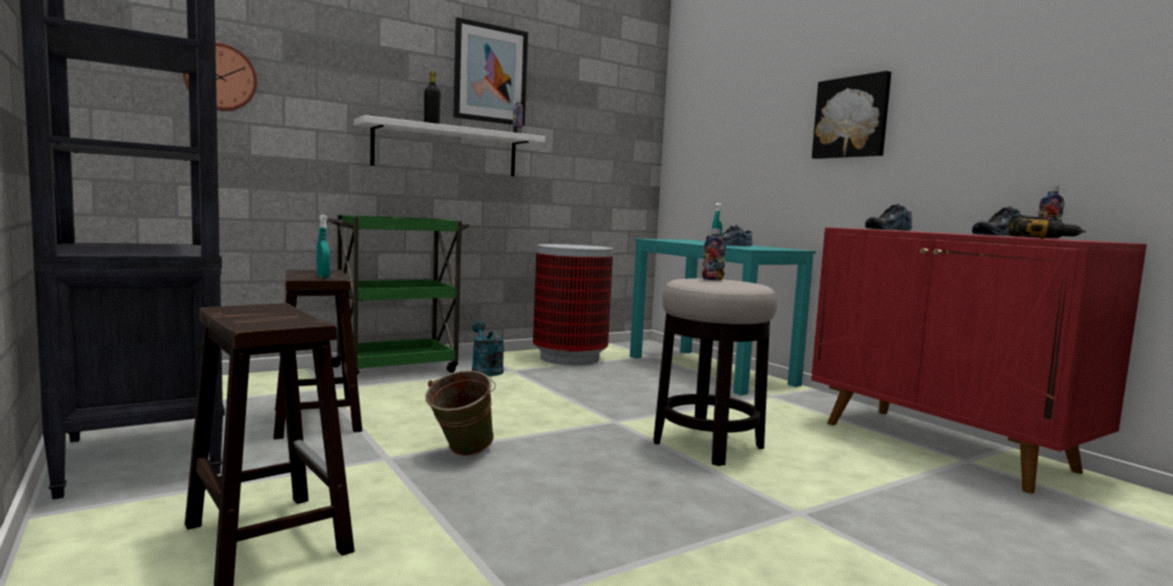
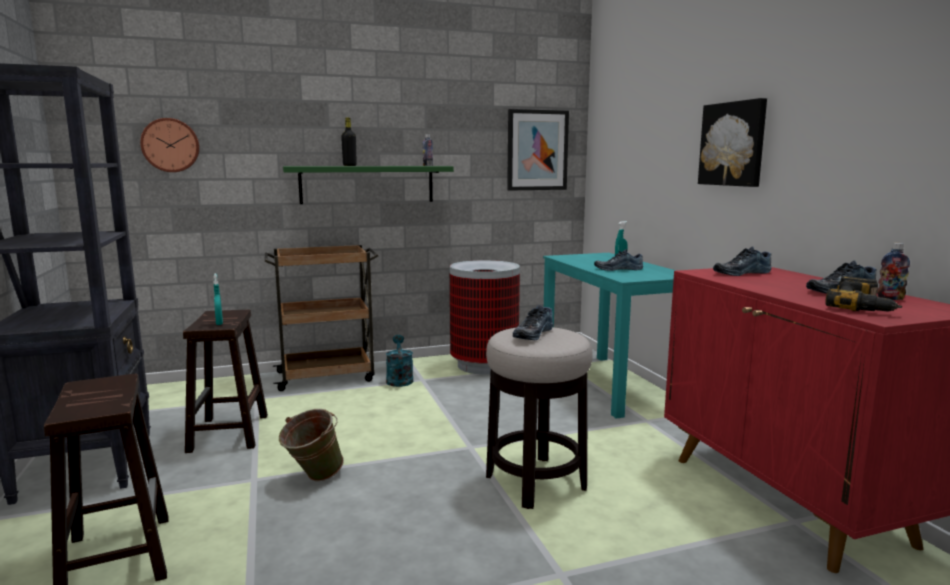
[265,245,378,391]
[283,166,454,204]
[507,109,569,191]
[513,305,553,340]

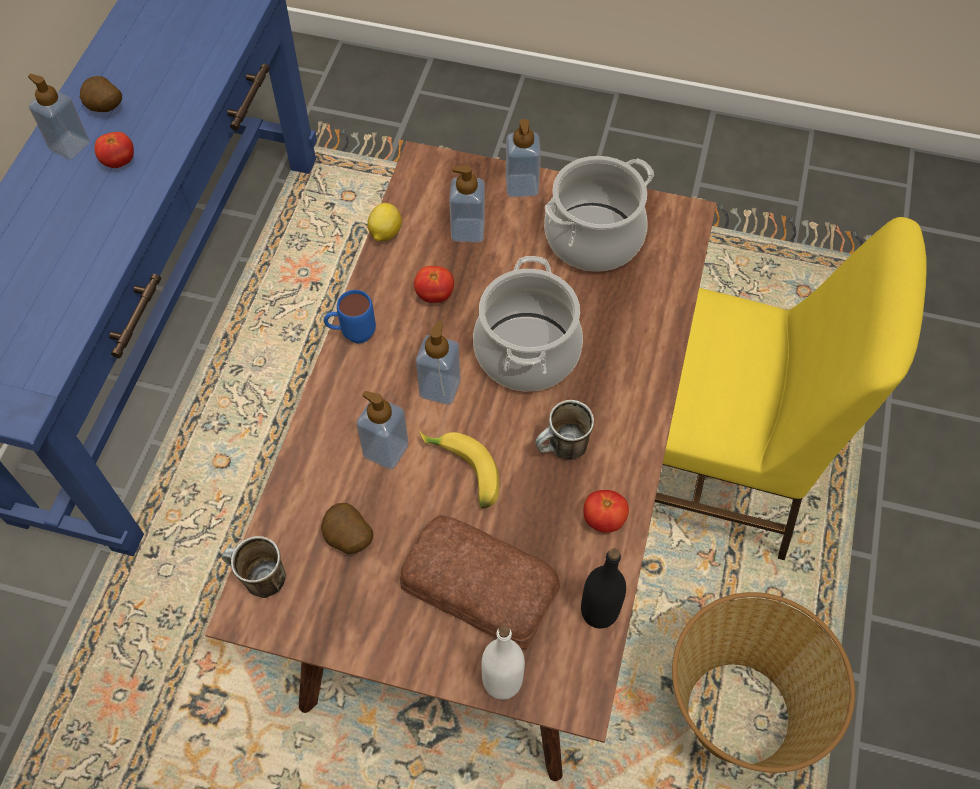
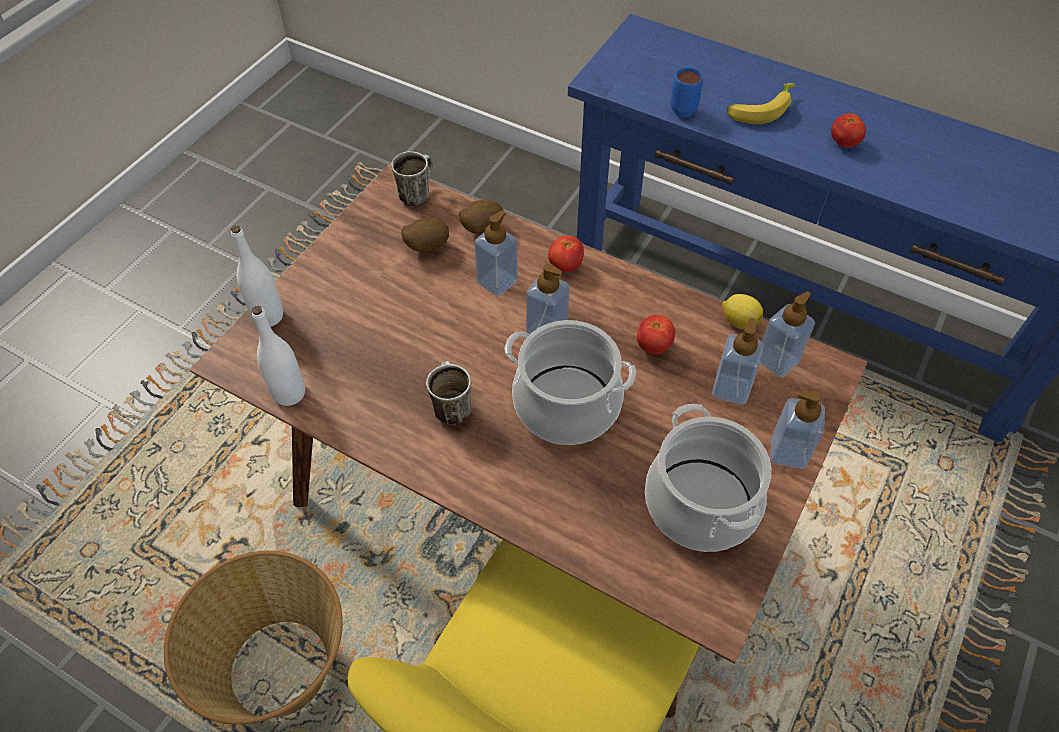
[760,291,815,377]
[459,200,504,234]
[670,68,703,117]
[400,515,560,650] (first image)
[727,83,795,124]
[252,306,305,406]
[548,236,584,272]

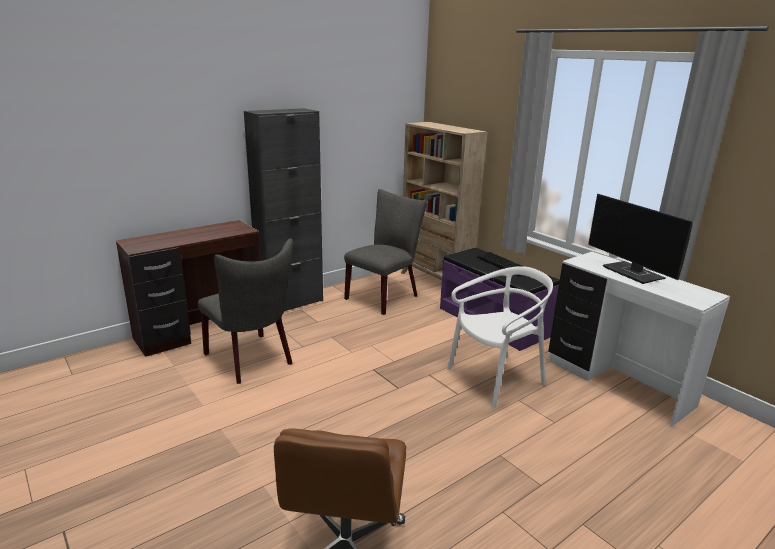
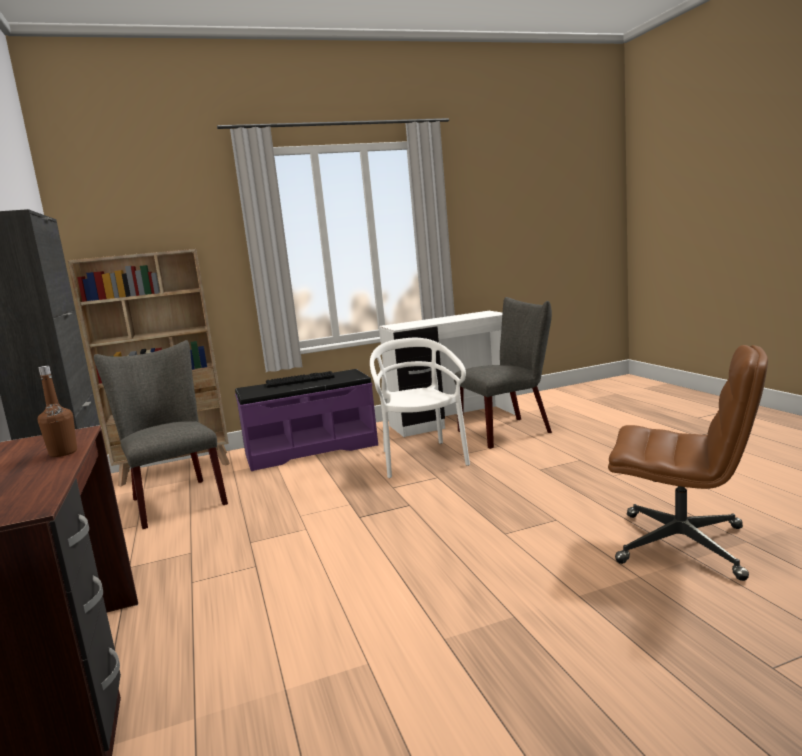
[454,297,552,449]
[588,194,693,284] (first image)
[38,366,77,457]

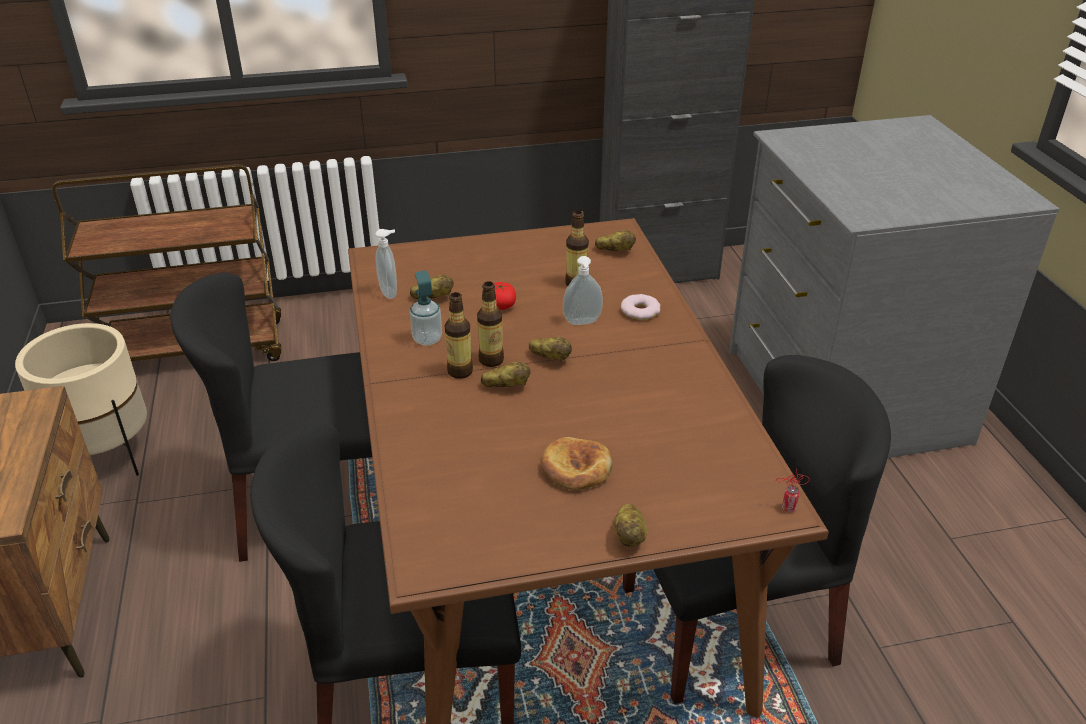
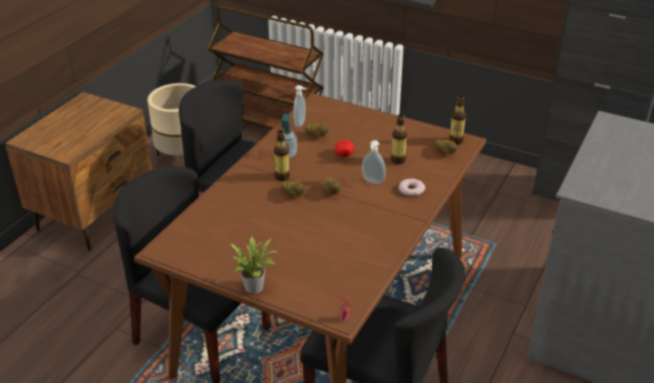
[449,96,466,145]
[540,437,613,490] (first image)
[231,236,278,294]

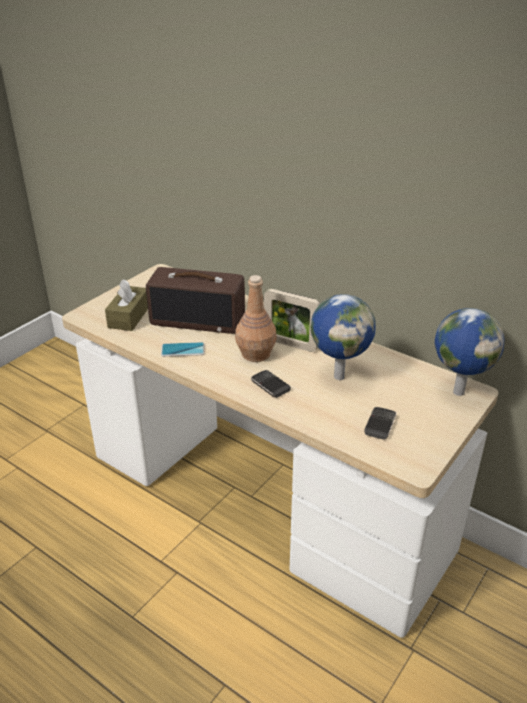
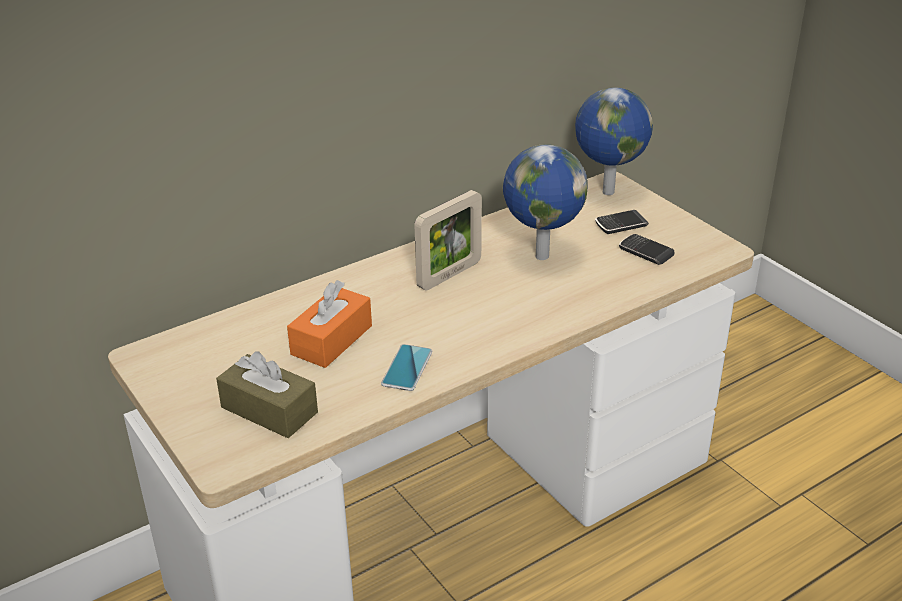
[287,280,372,368]
[235,275,277,362] (first image)
[595,210,649,234]

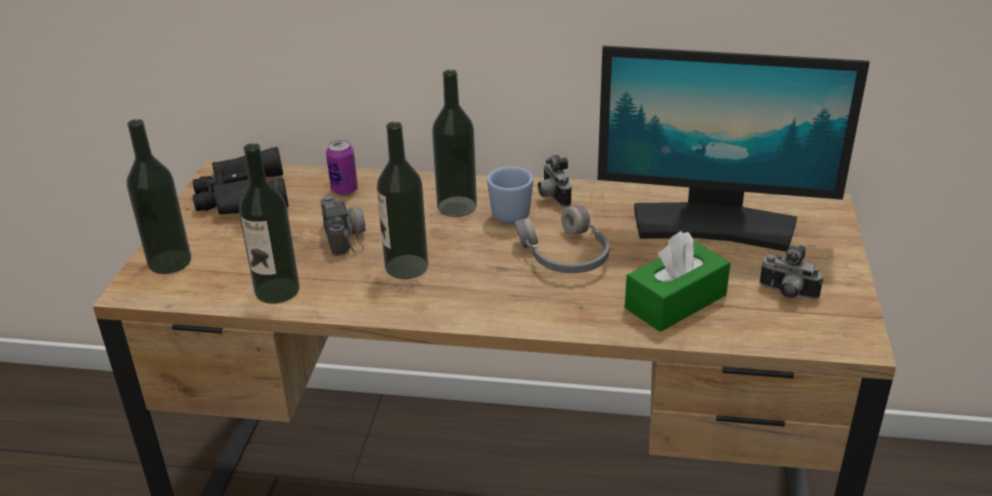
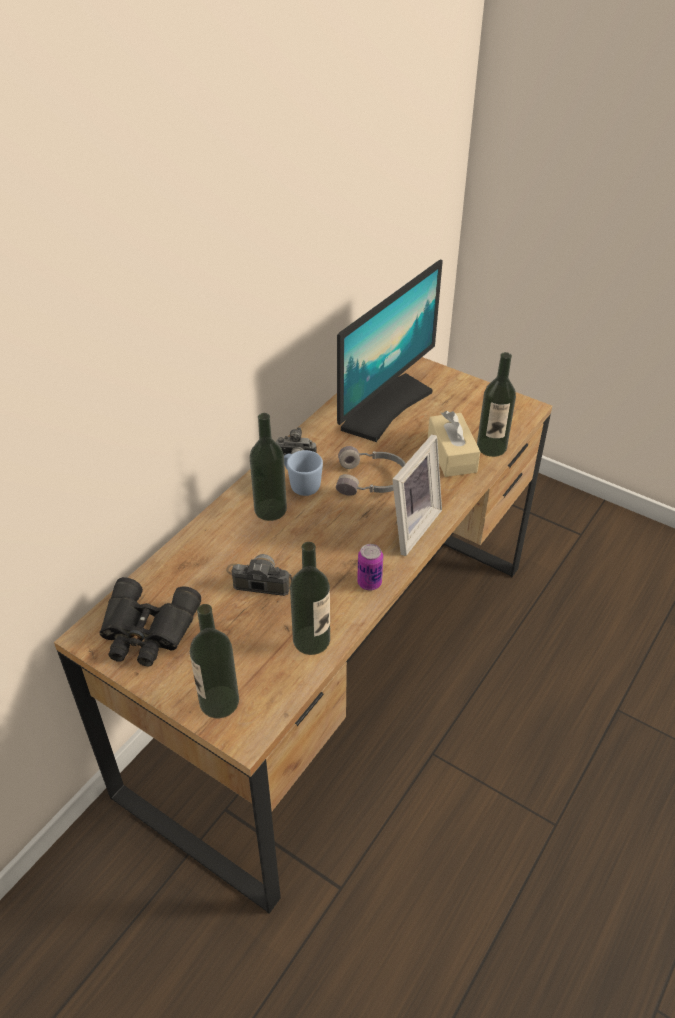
[357,544,383,591]
[477,352,516,457]
[428,411,480,477]
[760,245,823,299] (first image)
[392,434,442,556]

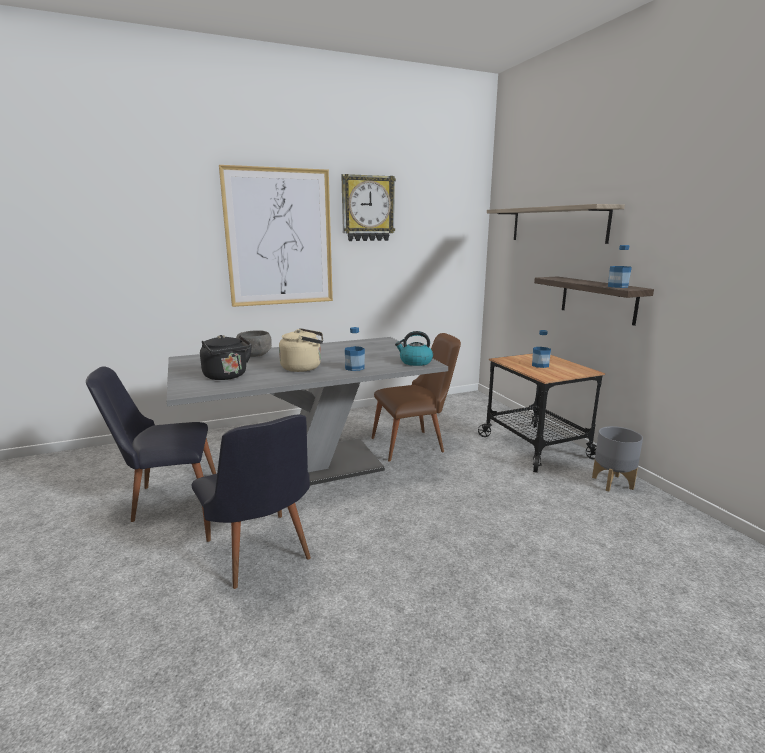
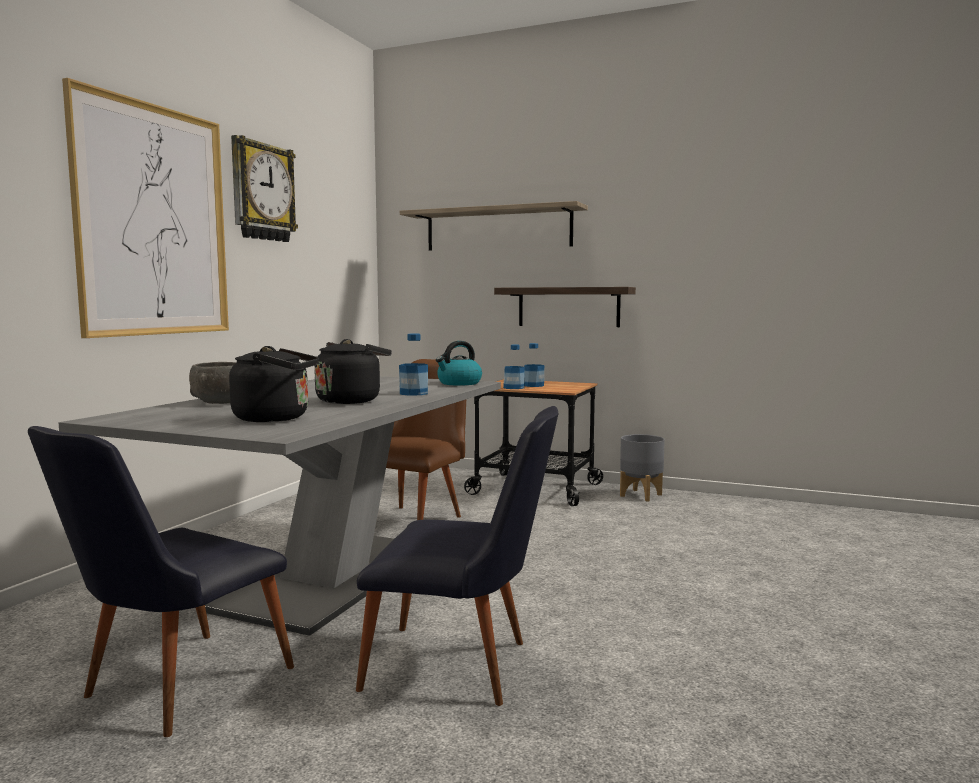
[314,339,392,404]
[503,344,524,389]

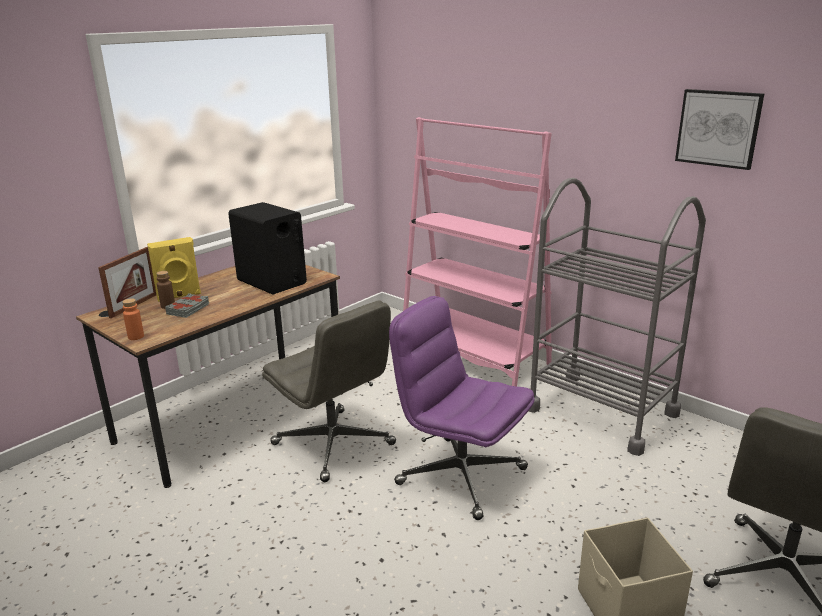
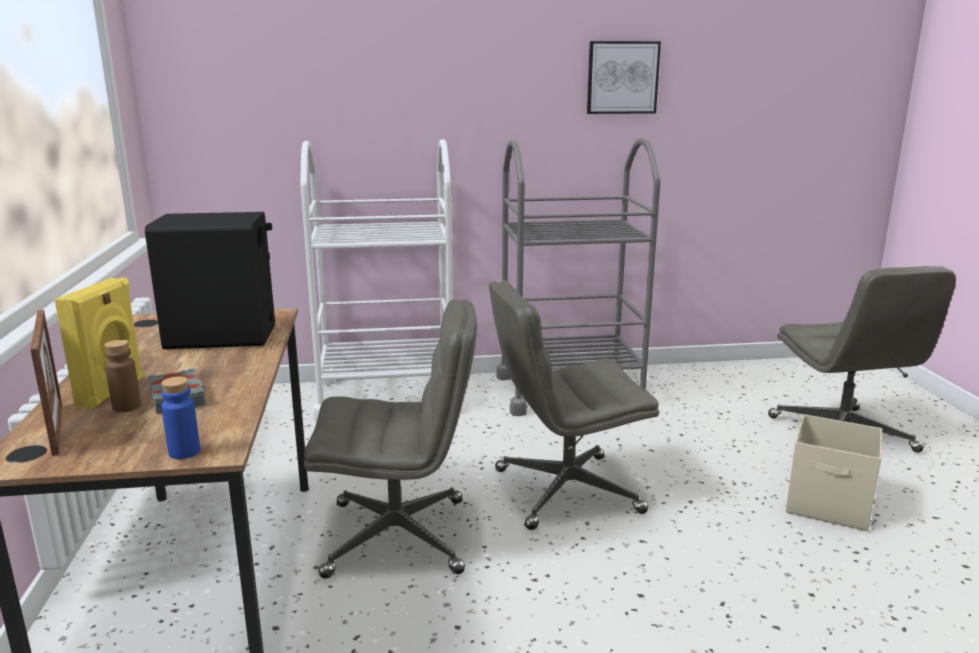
[161,376,200,459]
[489,280,659,530]
[300,139,453,422]

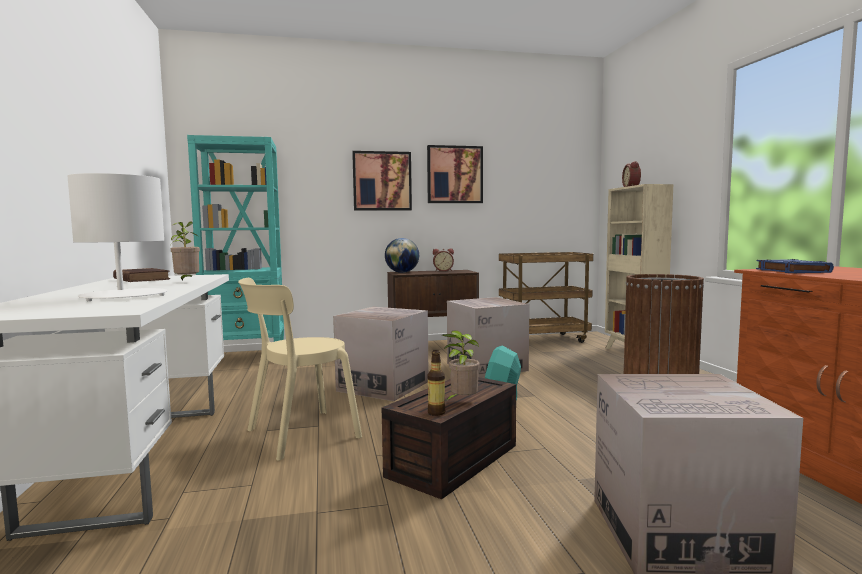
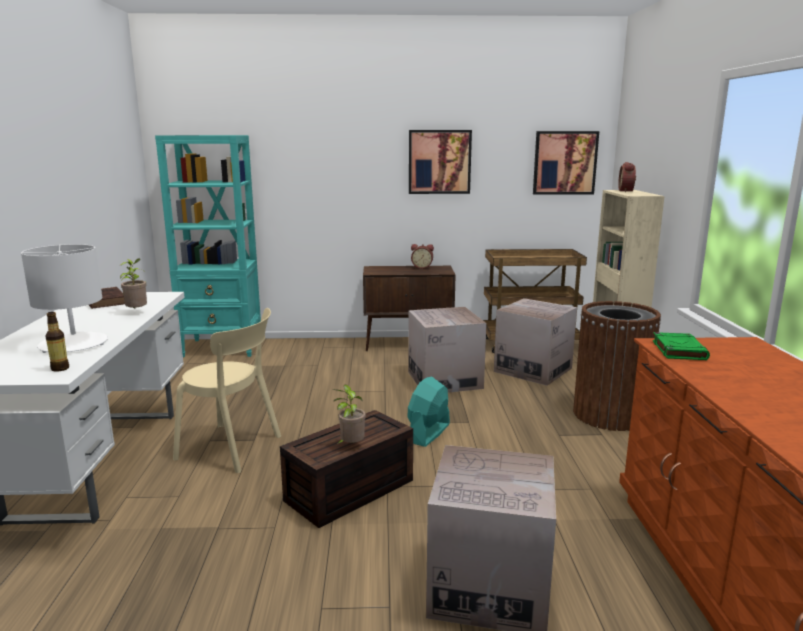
[173,308,281,473]
[494,298,577,386]
[533,131,599,195]
[385,238,419,273] (first image)
[45,312,69,372]
[653,332,710,360]

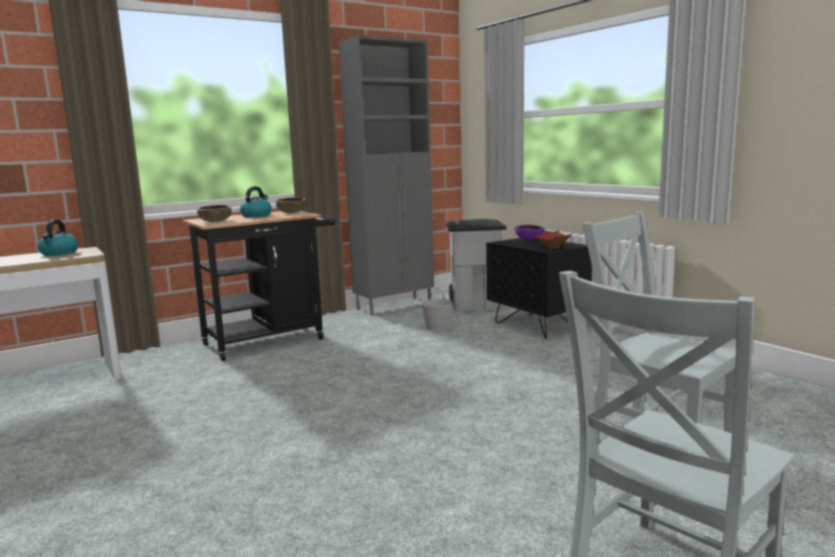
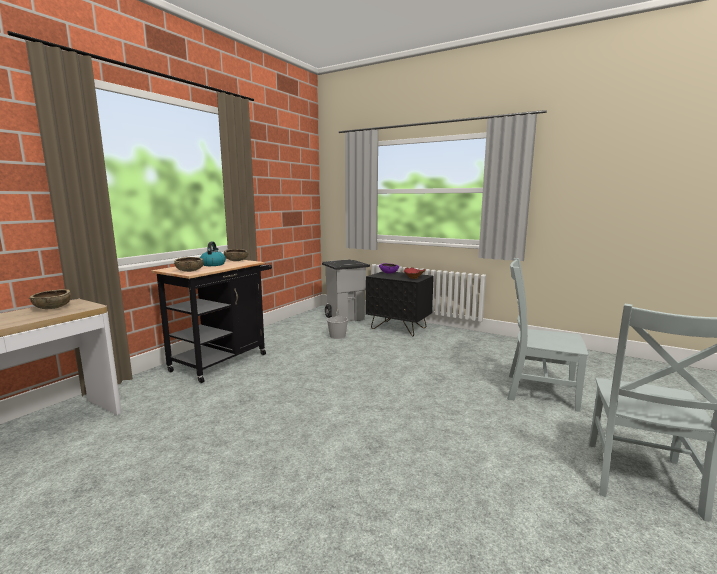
[29,289,71,309]
[339,35,434,316] (first image)

